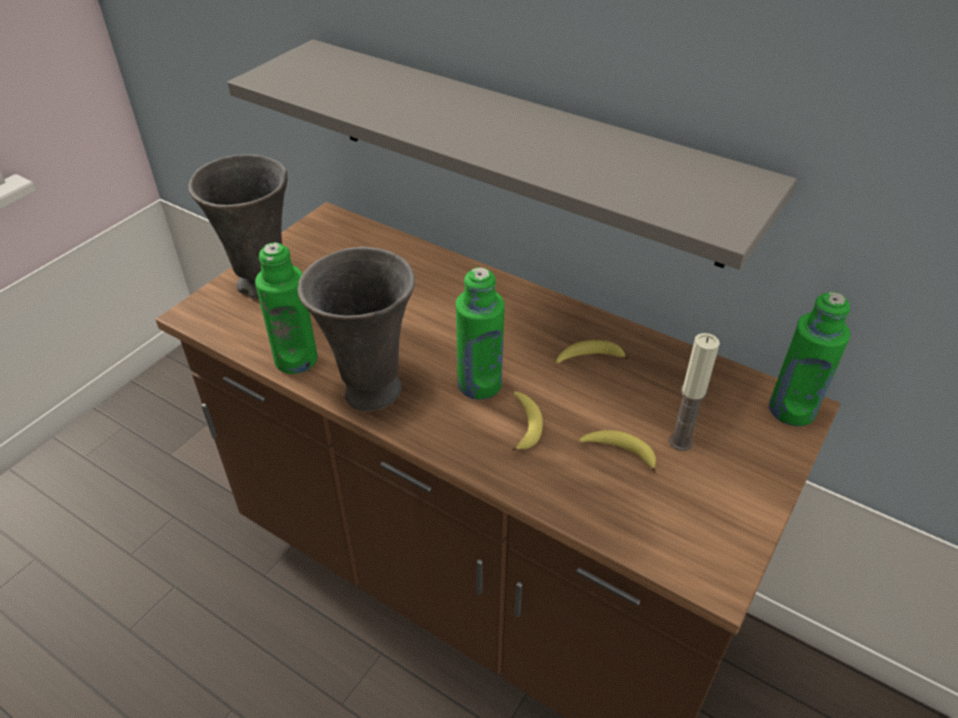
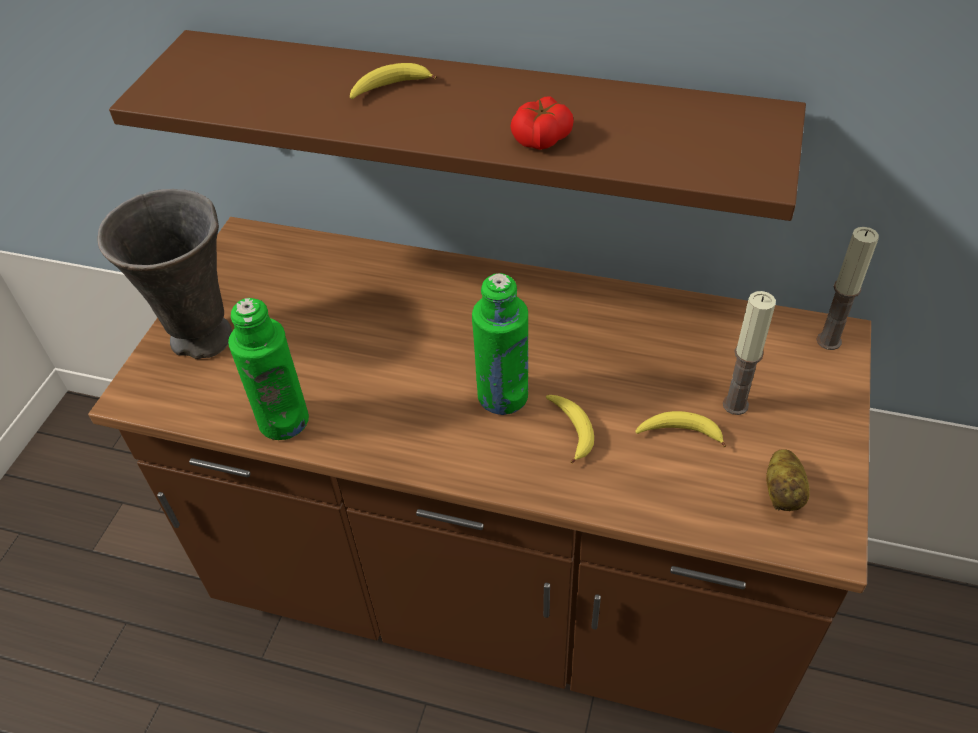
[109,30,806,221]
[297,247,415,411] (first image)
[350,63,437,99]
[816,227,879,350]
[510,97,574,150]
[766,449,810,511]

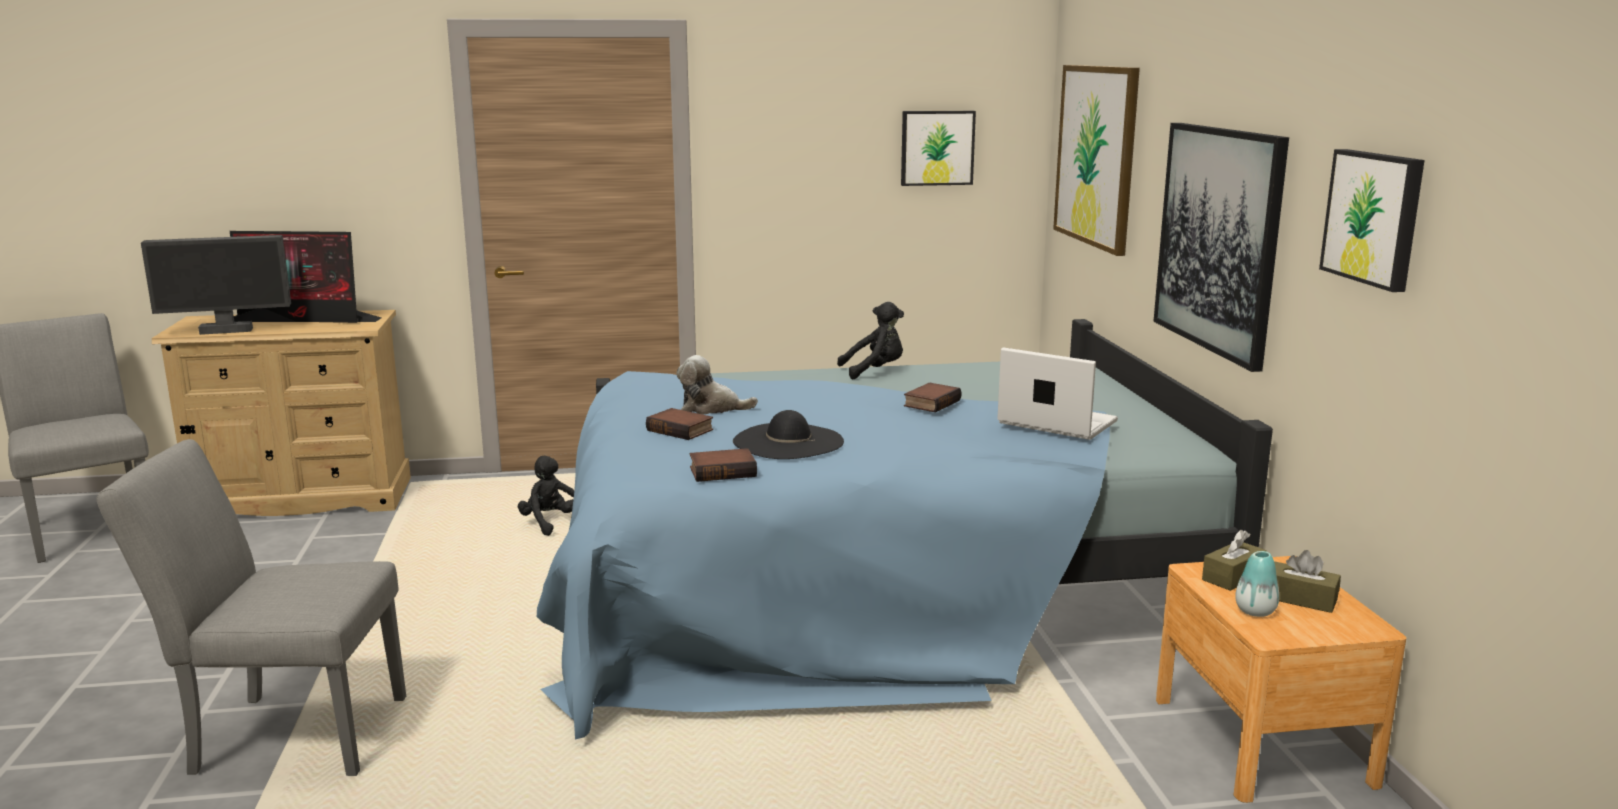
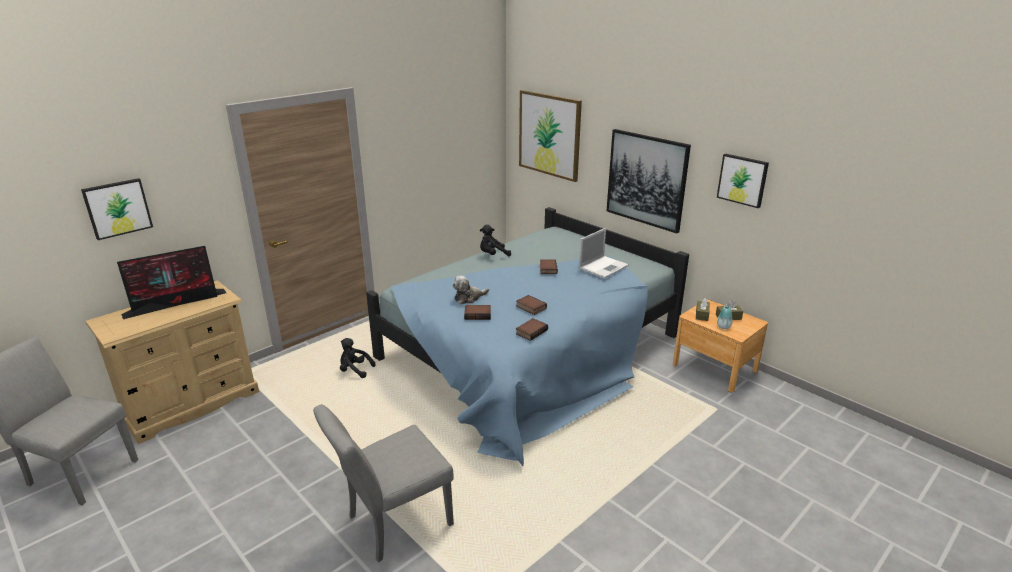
[141,235,291,335] (first image)
[516,295,547,315]
[480,225,511,256]
[81,178,153,240]
[579,228,629,279]

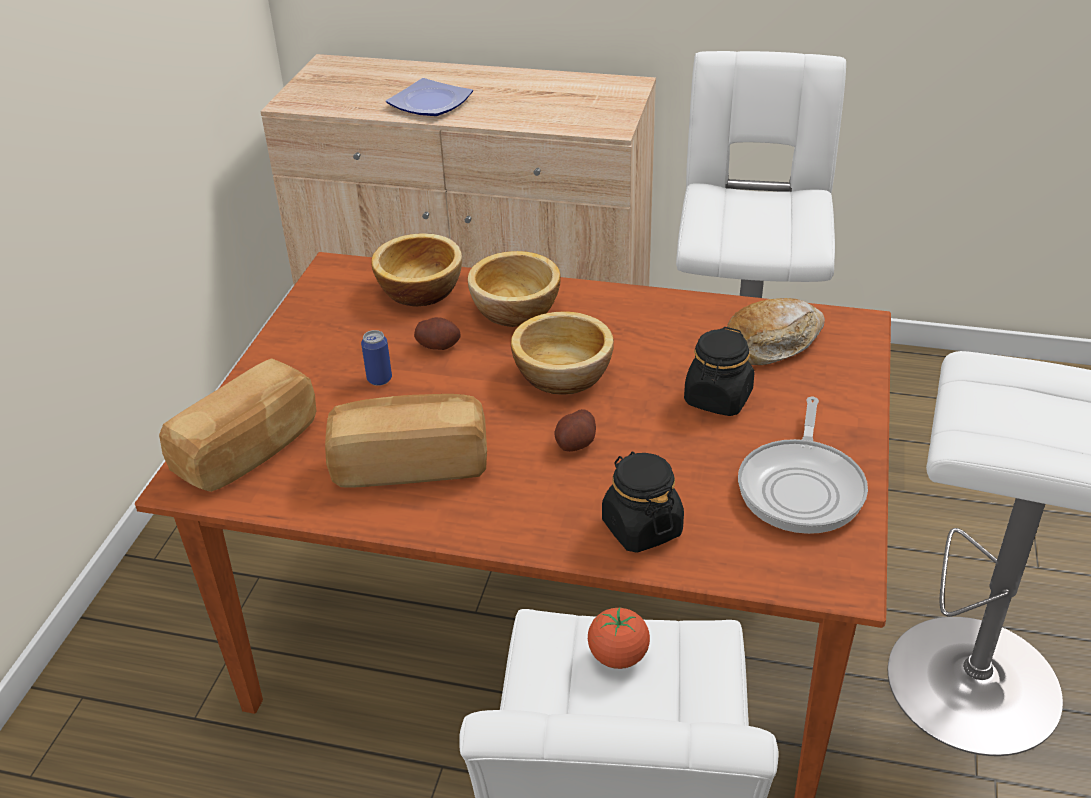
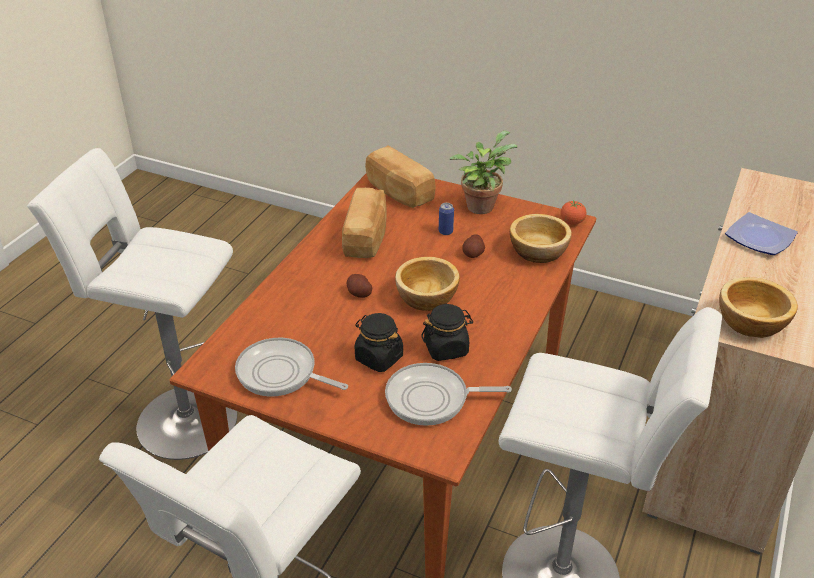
[719,277,798,338]
[561,200,586,225]
[421,304,473,361]
[385,363,512,426]
[450,131,517,214]

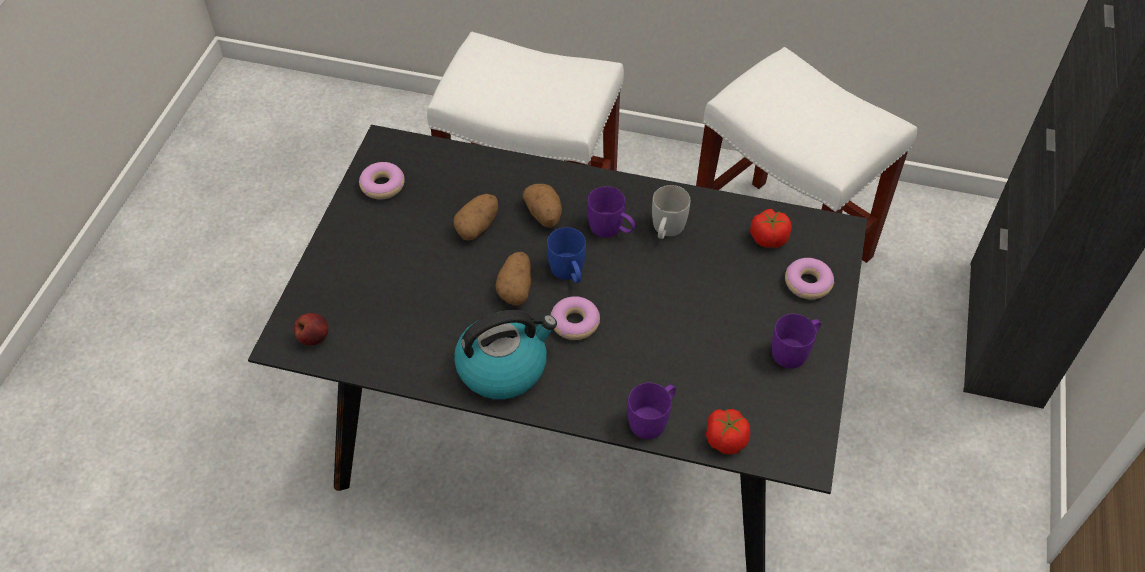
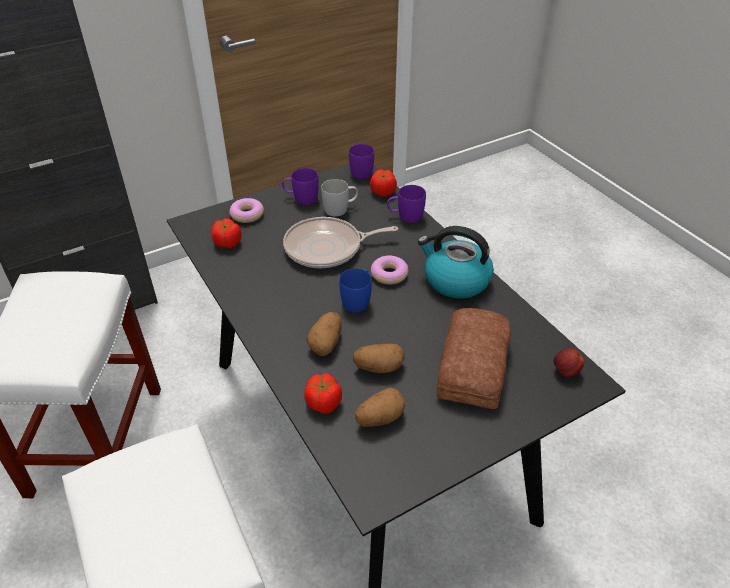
[359,162,405,199] (first image)
[355,388,405,427]
[349,144,374,179]
[321,179,358,217]
[283,217,398,268]
[304,373,342,414]
[437,308,511,409]

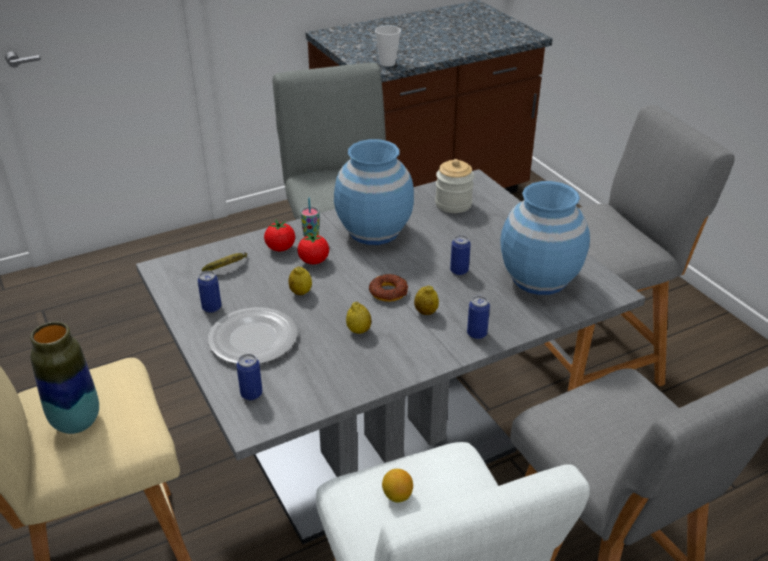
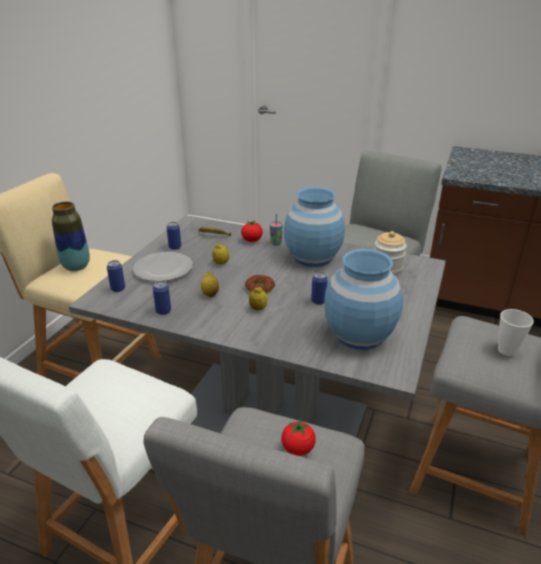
[281,419,316,456]
[498,309,534,356]
[382,469,413,503] (first image)
[153,281,171,315]

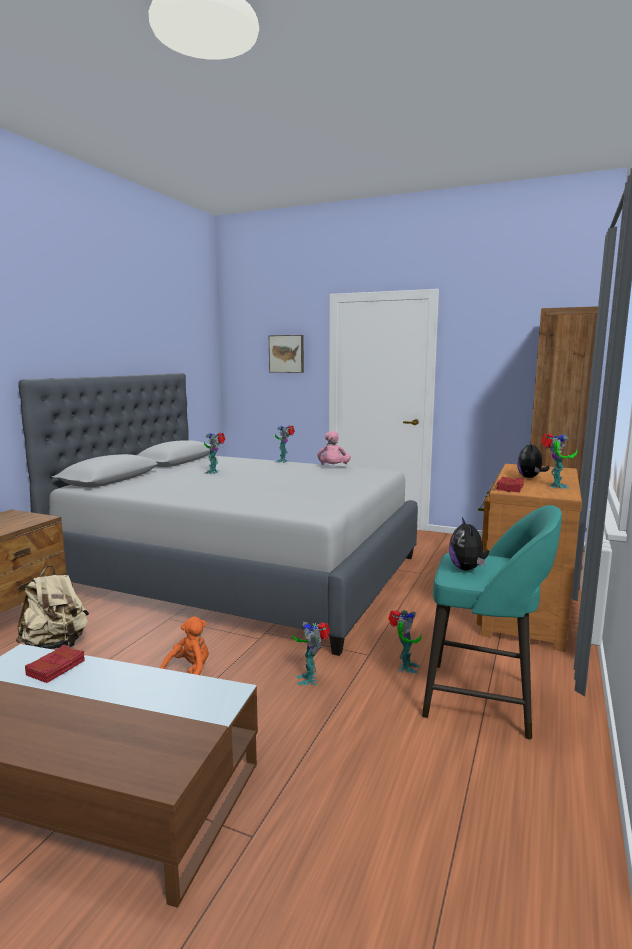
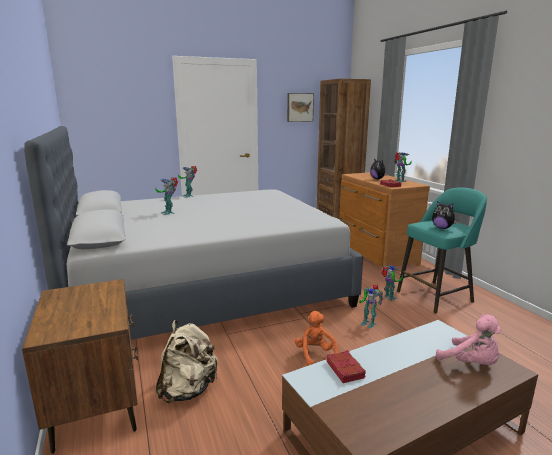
[287,93,314,122]
[436,315,501,365]

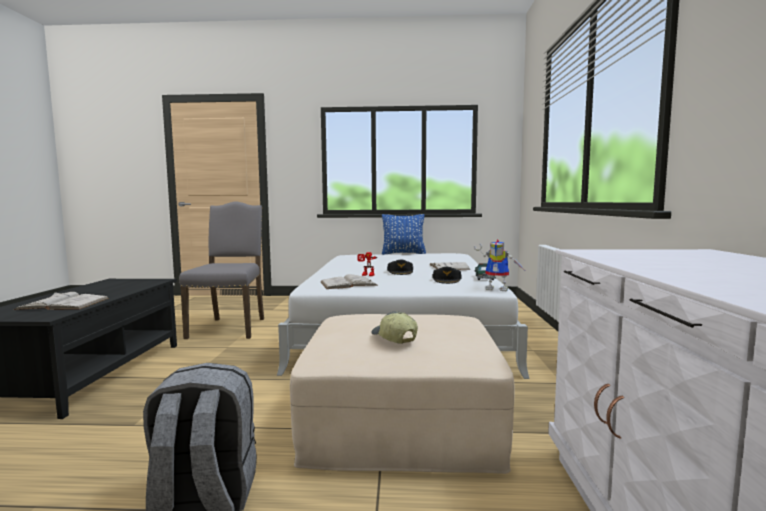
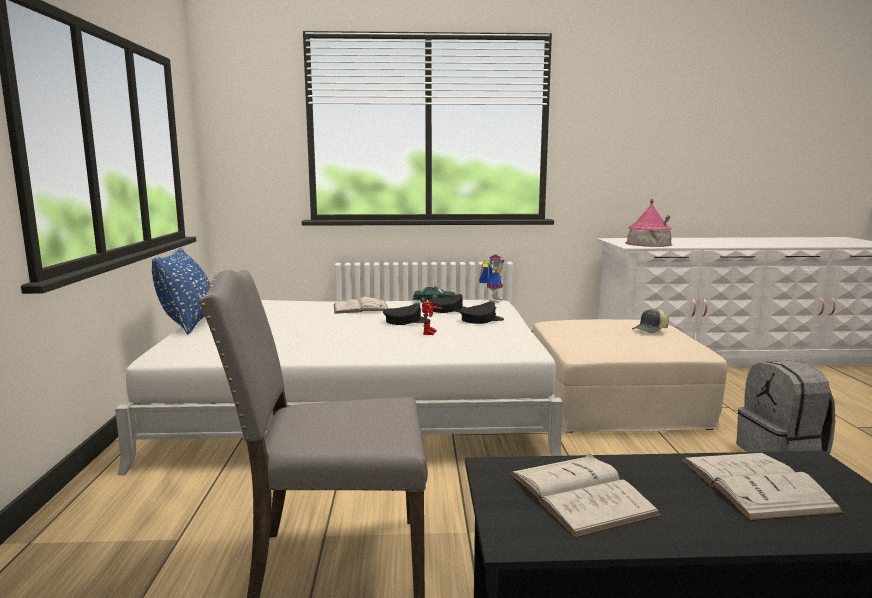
[509,453,661,538]
[459,302,504,324]
[625,199,673,247]

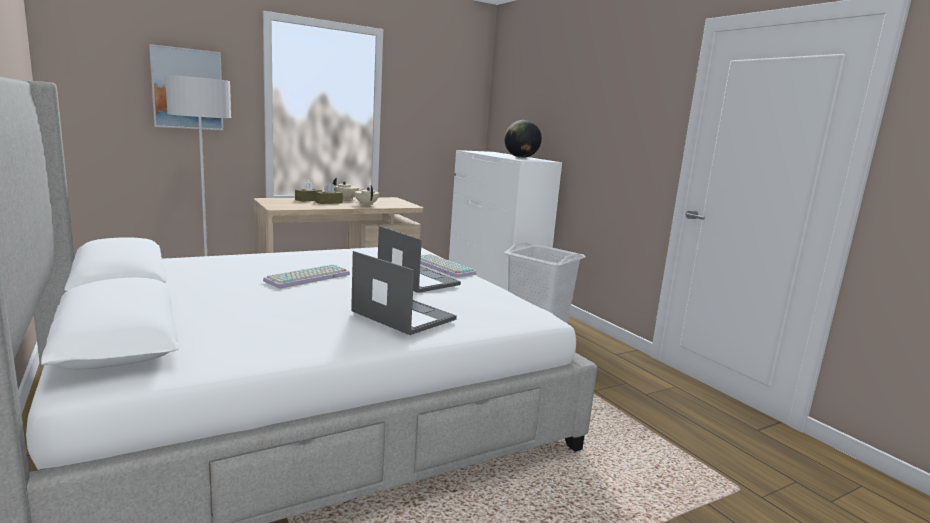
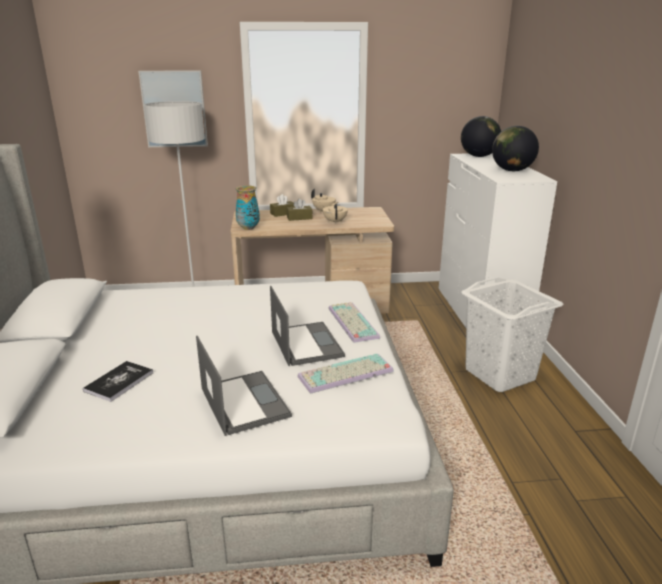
[297,354,394,394]
[83,361,153,402]
[236,185,260,230]
[461,116,501,157]

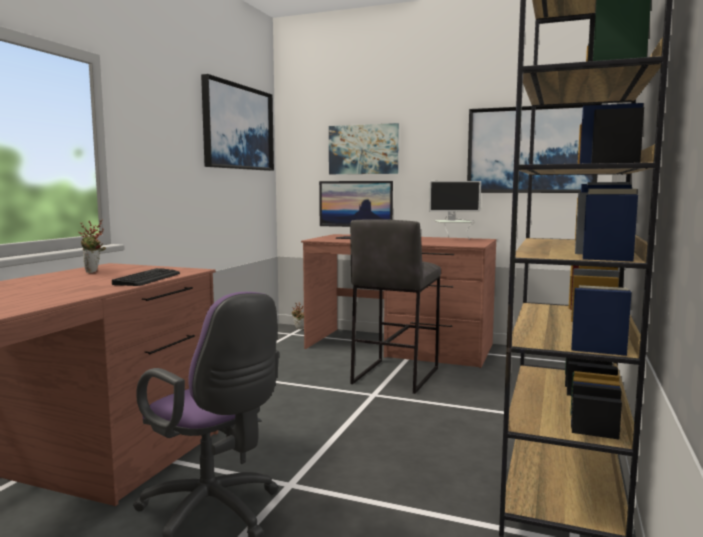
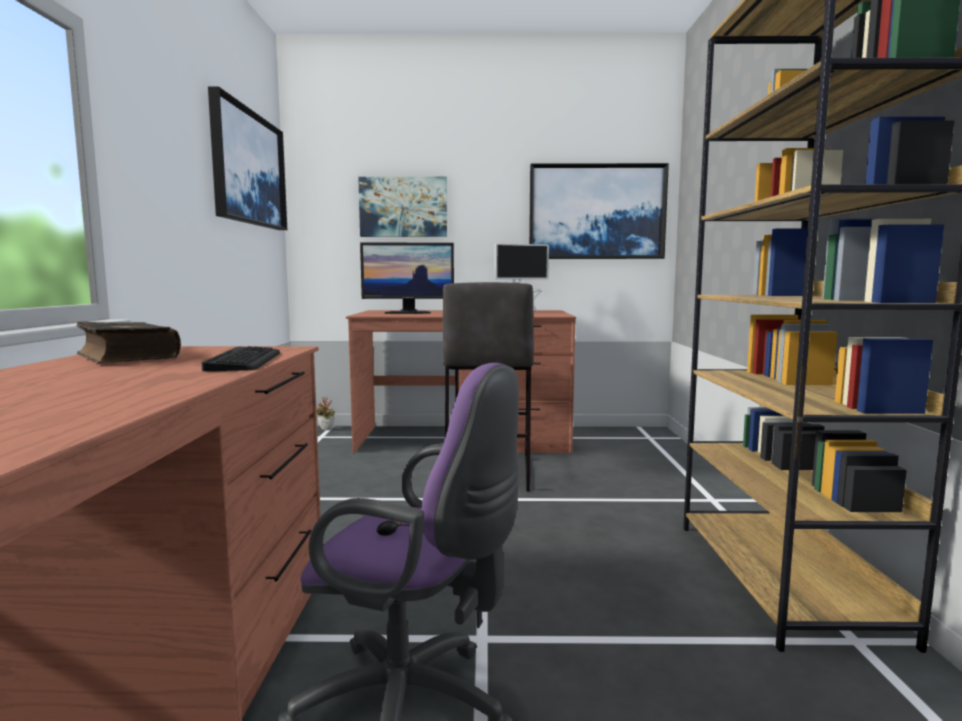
[76,322,181,363]

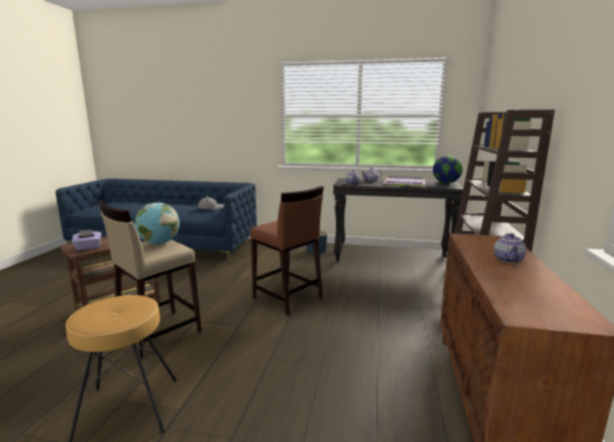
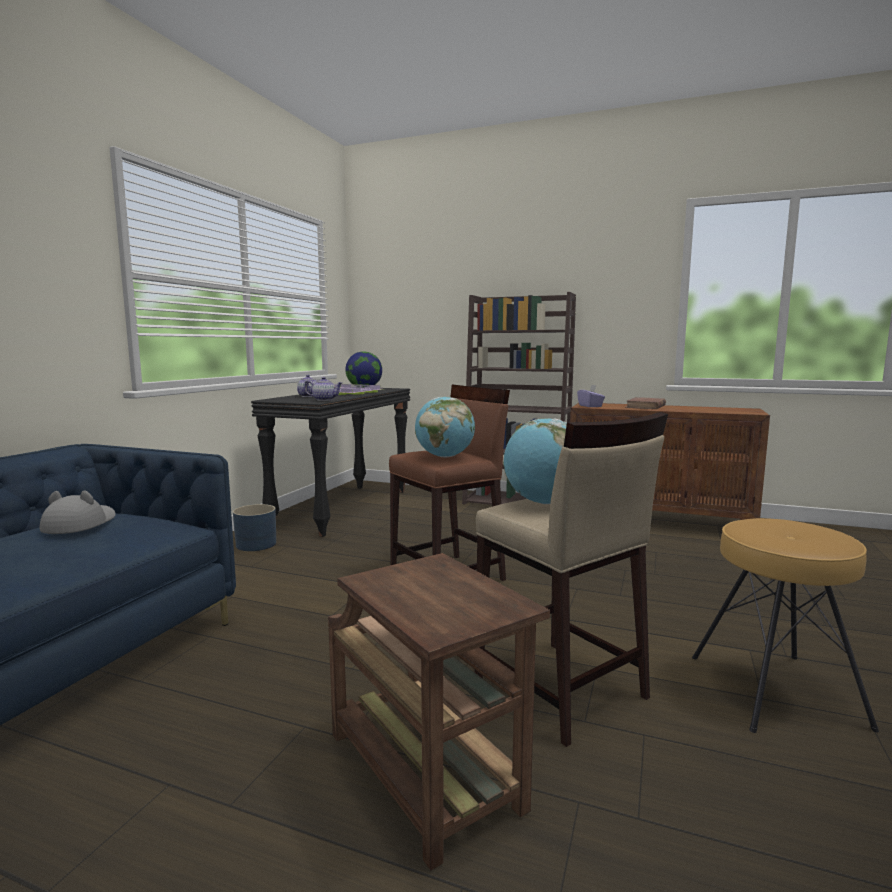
[577,385,605,407]
[625,397,666,409]
[415,397,475,457]

